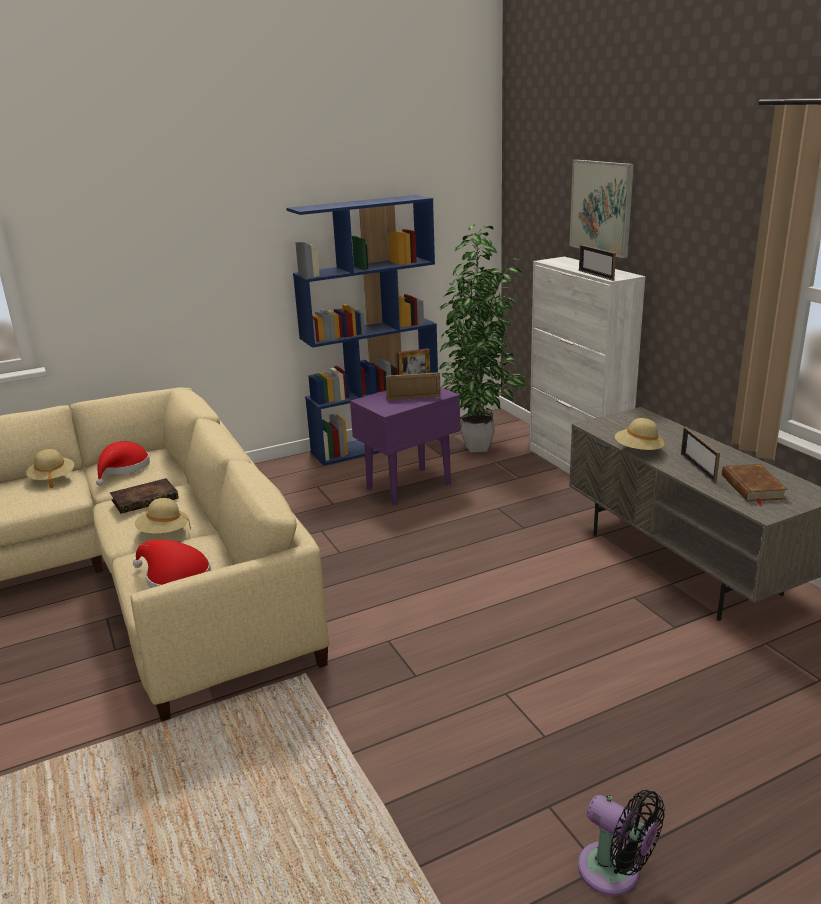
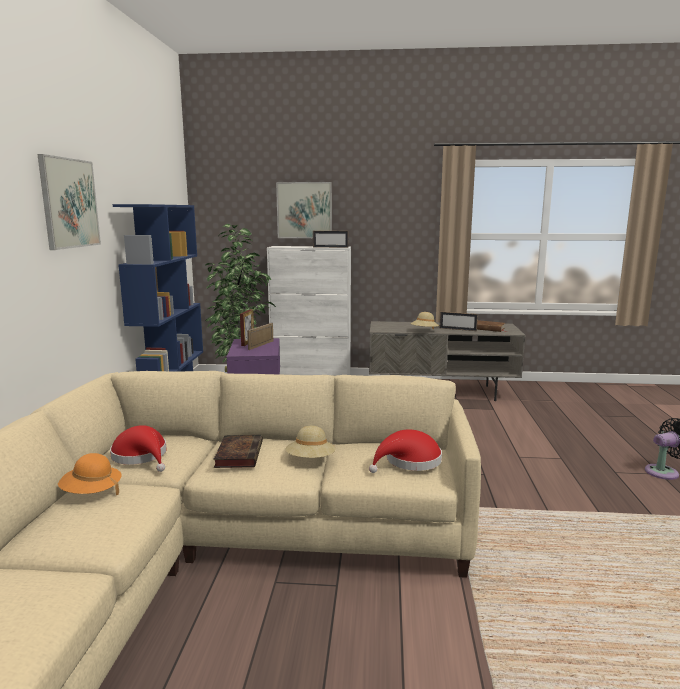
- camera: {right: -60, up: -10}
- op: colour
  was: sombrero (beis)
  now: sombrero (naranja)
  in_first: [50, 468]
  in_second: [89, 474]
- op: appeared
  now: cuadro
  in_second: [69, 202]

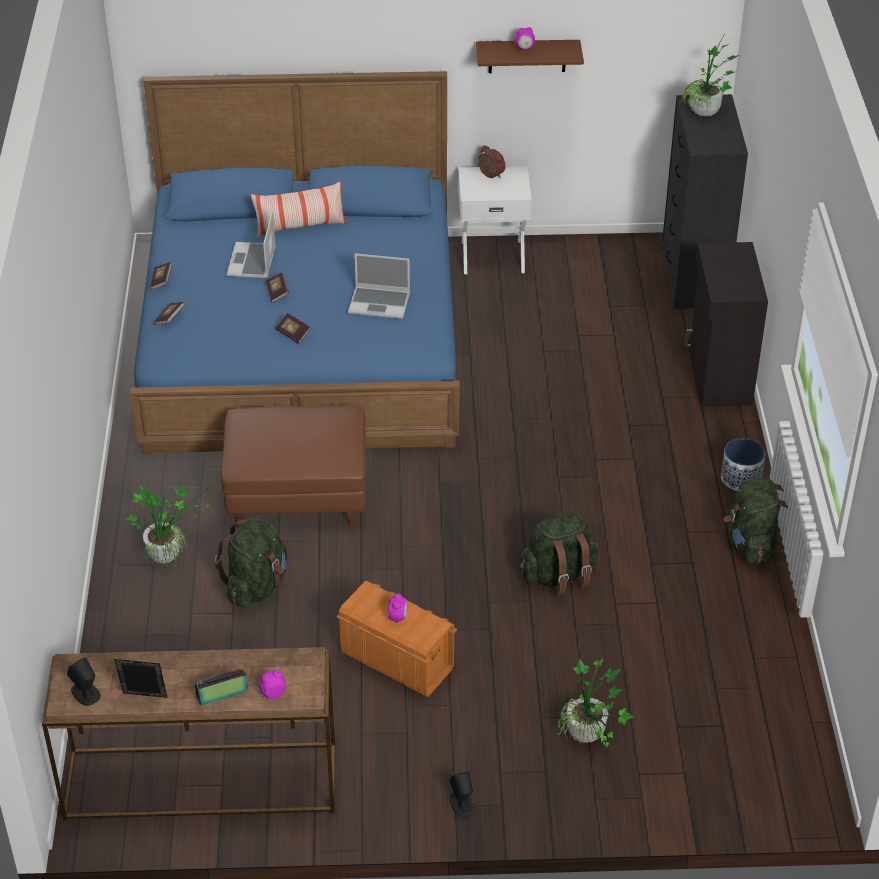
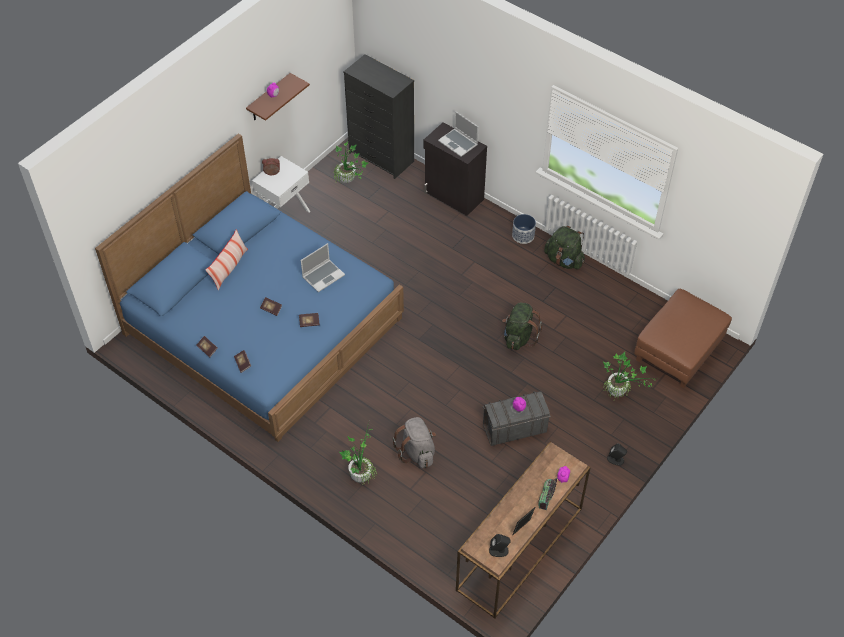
- camera: {right: -50, up: 10}
- op: relocated
  was: planta en maceta
  in_first: [709, 77]
  in_second: [351, 162]
- op: relocated
  was: portátil
  in_first: [251, 245]
  in_second: [458, 134]
- op: relocated
  was: puf (marrón)
  in_first: [293, 466]
  in_second: [683, 338]
- op: colour
  was: mochila (verde)
  now: mochila (gris)
  in_first: [250, 563]
  in_second: [414, 442]
- op: colour
  was: caja de almacenaje (naranja)
  now: caja de almacenaje (gris)
  in_first: [396, 639]
  in_second: [517, 418]

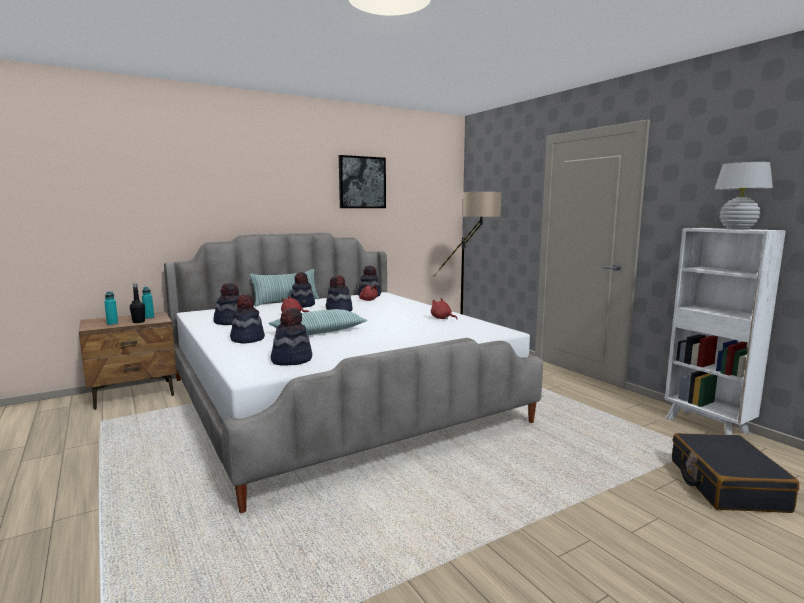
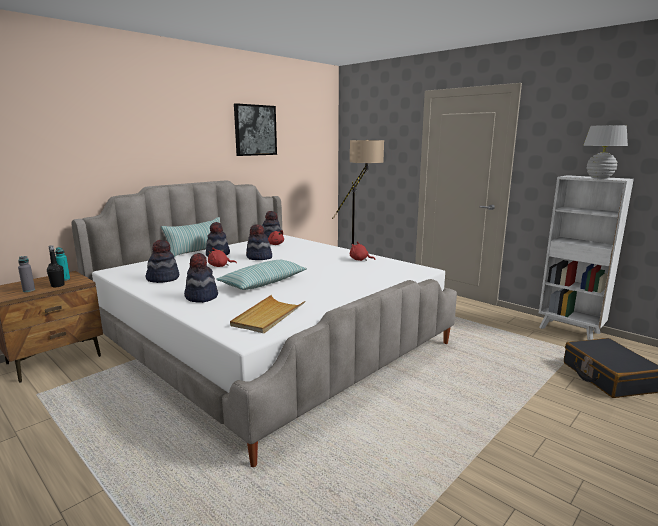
- camera: {right: -15, up: 5}
- op: colour
  was: botella (turquesa)
  now: botella (gris)
  in_first: [111, 308]
  in_second: [26, 274]
- op: exchanged
  was: sombrero
  now: bandeja (beis)
  in_first: [291, 336]
  in_second: [267, 314]

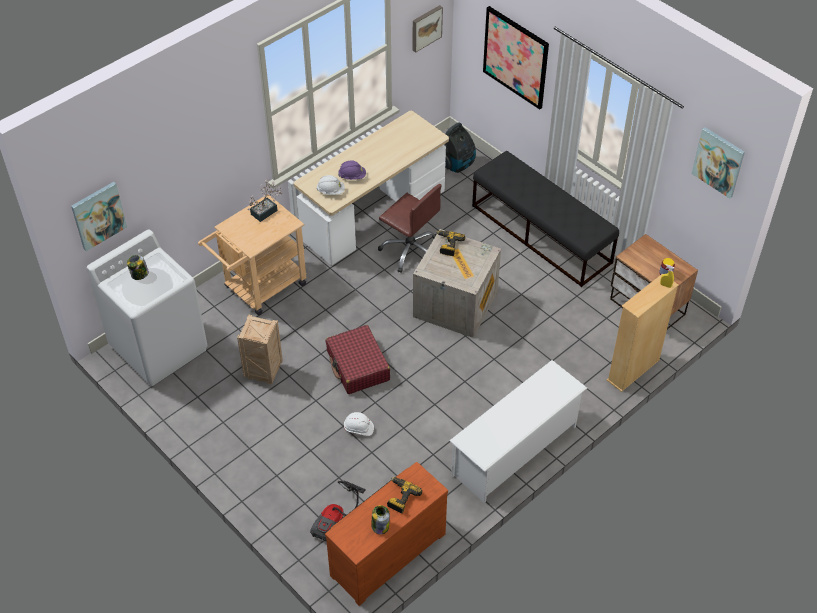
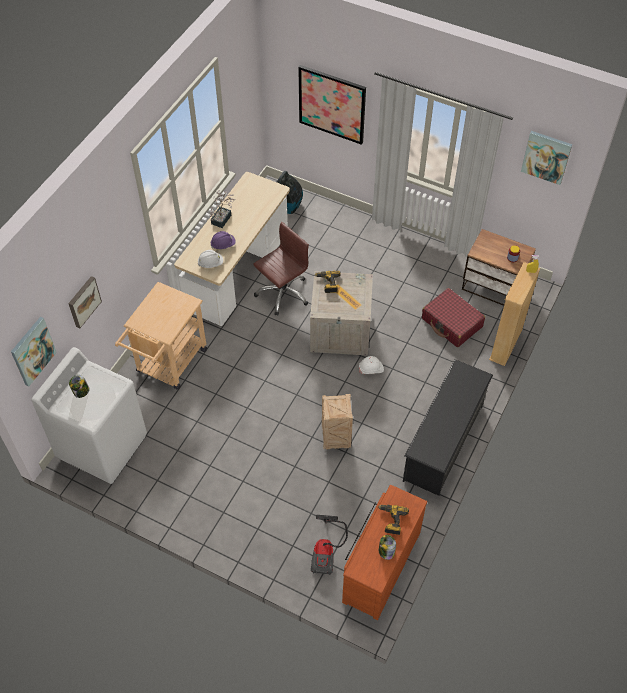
- camera: {right: -20, up: 5}
- op: relocated
  was: cuadro
  in_first: [428, 29]
  in_second: [85, 302]
- op: missing
  was: banco (negro)
  in_first: [545, 219]
- op: relocated
  was: planta en maceta
  in_first: [265, 200]
  in_second: [222, 209]
- op: spun
  was: silla de oficina (marrón)
  in_first: [410, 228]
  in_second: [281, 269]
  clockwise: -60
- op: relocated
  was: caja de embalaje
  in_first: [260, 349]
  in_second: [337, 421]
- op: relocated
  was: maleta (rojo)
  in_first: [358, 359]
  in_second: [453, 317]
- op: colour
  was: zapatero (blanco)
  now: zapatero (negro)
  in_first: [518, 431]
  in_second: [448, 427]
- op: relocated
  was: casco (blanco)
  in_first: [359, 424]
  in_second: [371, 365]

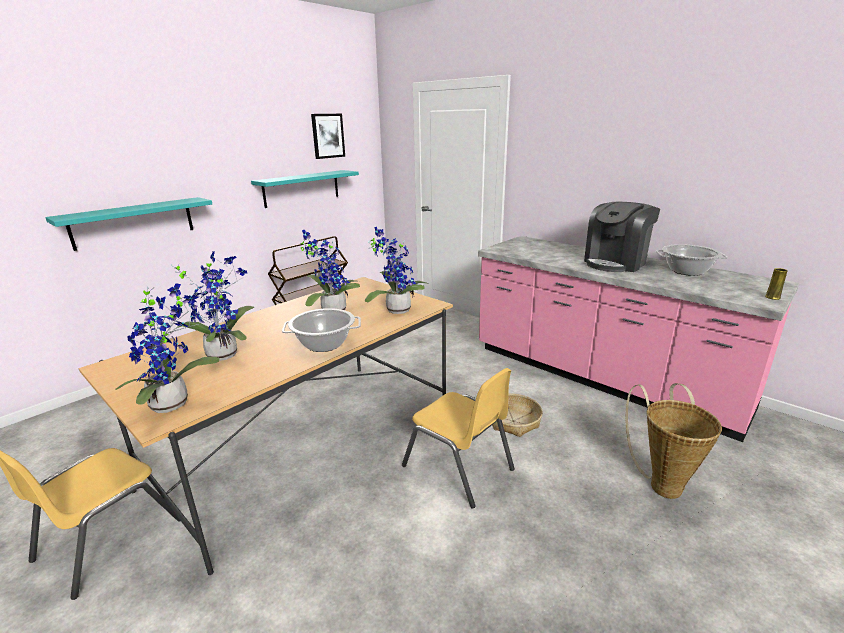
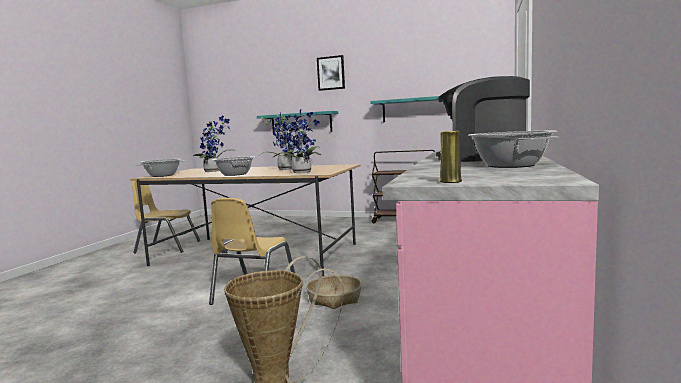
- camera: {right: 65, up: -15}
- op: relocated
  was: cuadro
  in_first: [328, 136]
  in_second: [331, 73]
- op: exchanged
  was: planta en maceta
  now: olla
  in_first: [167, 348]
  in_second: [160, 168]

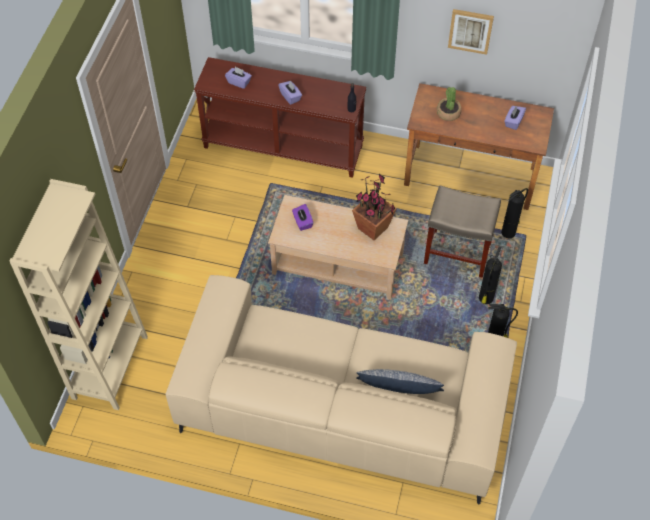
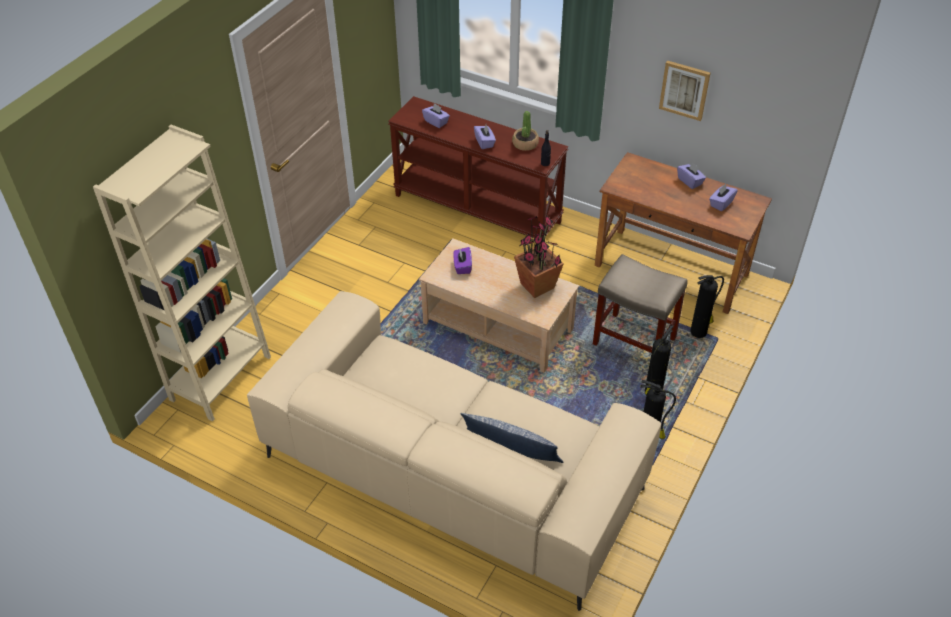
- camera: {right: 15, up: -10}
- op: relocated
  was: planta en maceta
  in_first: [449, 104]
  in_second: [525, 131]
- op: appeared
  now: caja de pañuelos (morado)
  in_second: [691, 175]

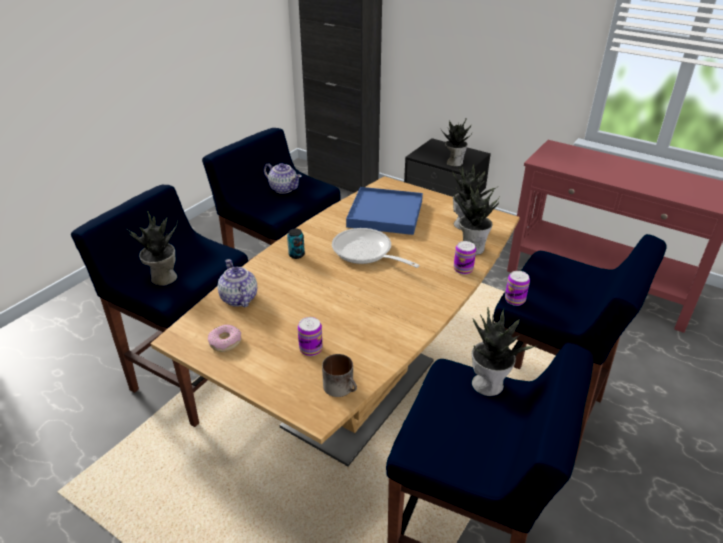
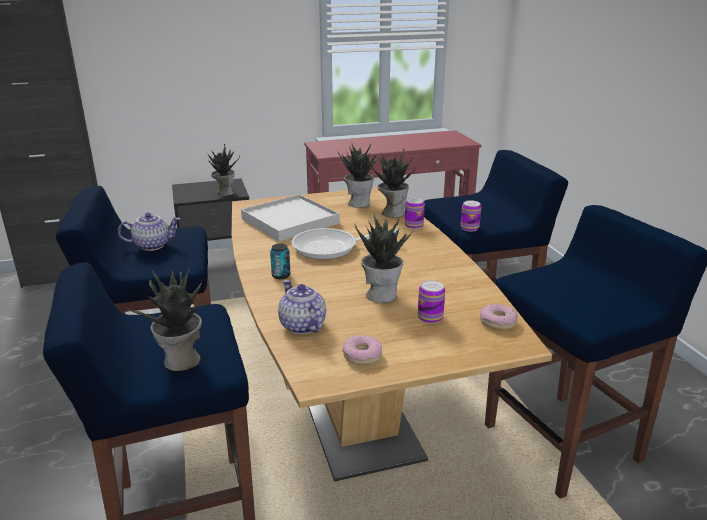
- camera: {right: -50, up: -10}
- op: colour
  was: bandeja (azul)
  now: bandeja (blanco)
  in_first: [384, 211]
  in_second: [290, 218]
- op: spun
  was: tetera
  in_first: [237, 283]
  in_second: [302, 307]
  clockwise: 45
- op: relocated
  was: planta en maceta
  in_first: [504, 351]
  in_second: [384, 258]
- op: exchanged
  was: taza grande
  now: rosquilla
  in_first: [339, 375]
  in_second: [499, 317]

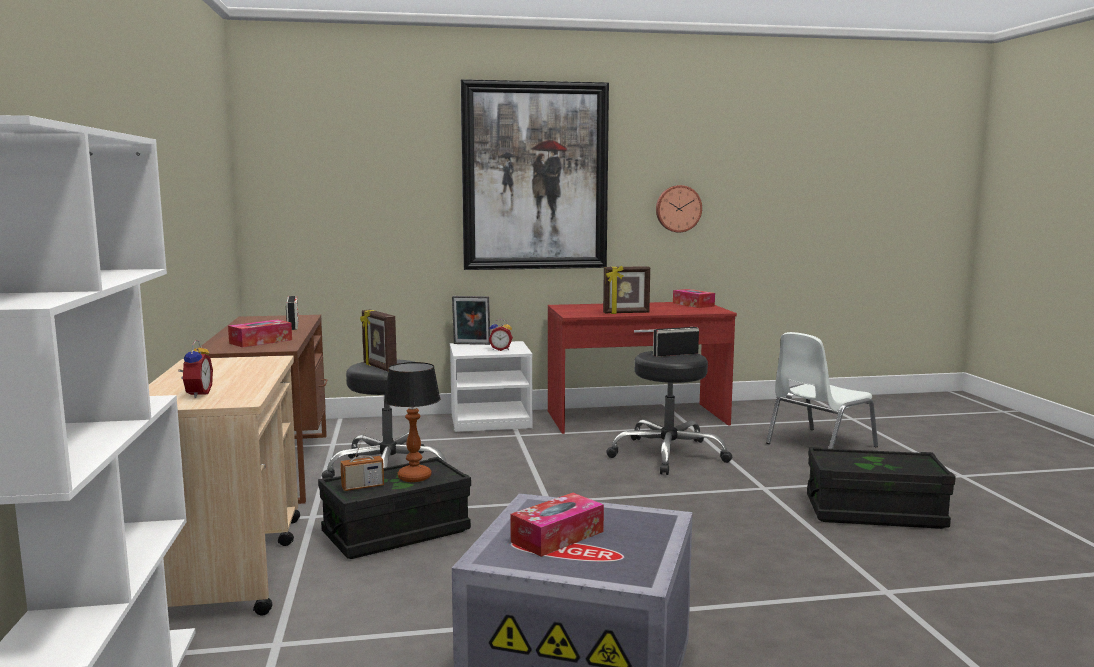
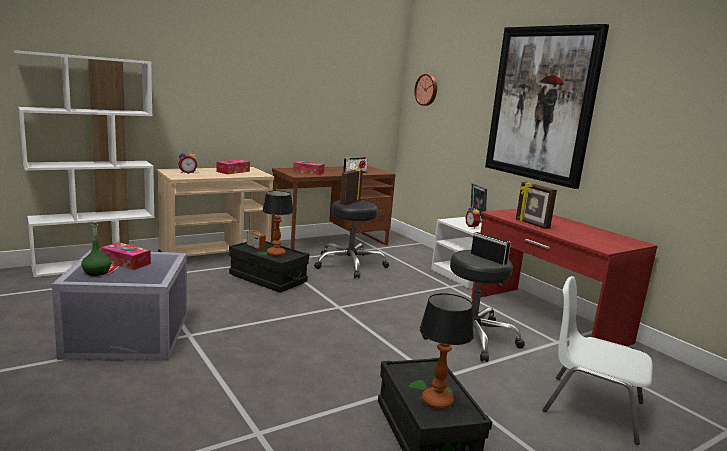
- camera: {right: 65, up: 5}
- op: relocated
  was: reloj de pared
  in_first: [679, 208]
  in_second: [425, 90]
- op: relocated
  was: caja de pañuelos
  in_first: [694, 298]
  in_second: [233, 167]
- op: appeared
  now: botella (verde)
  in_second: [96, 249]
- op: appeared
  now: lámpara de mesa
  in_second: [446, 351]

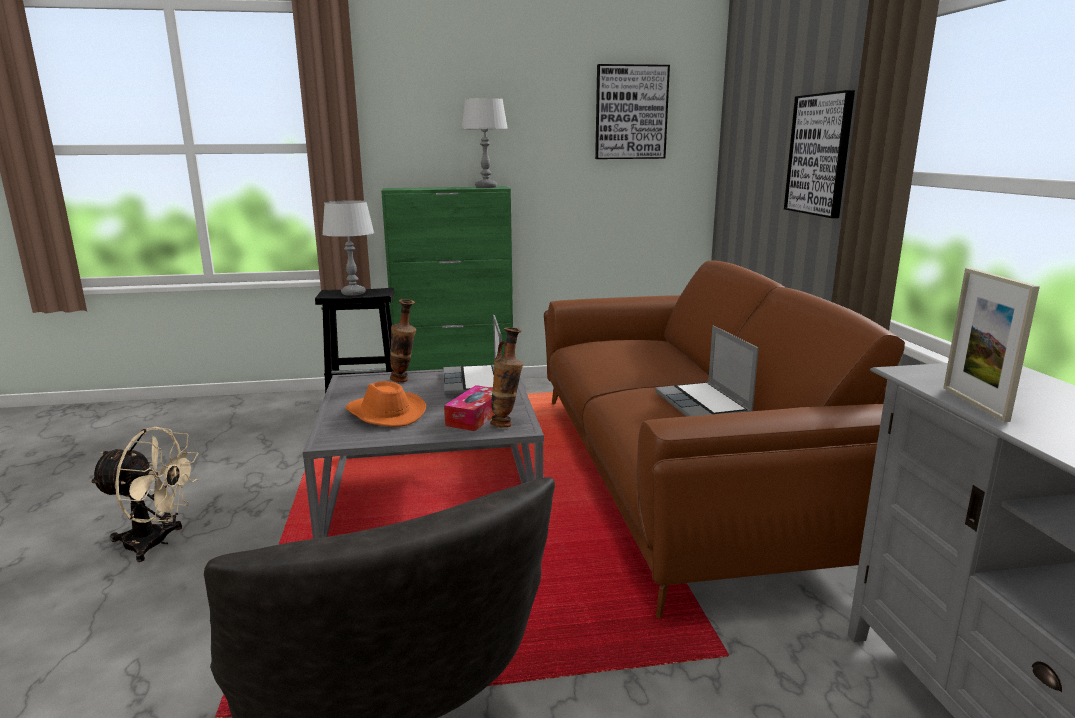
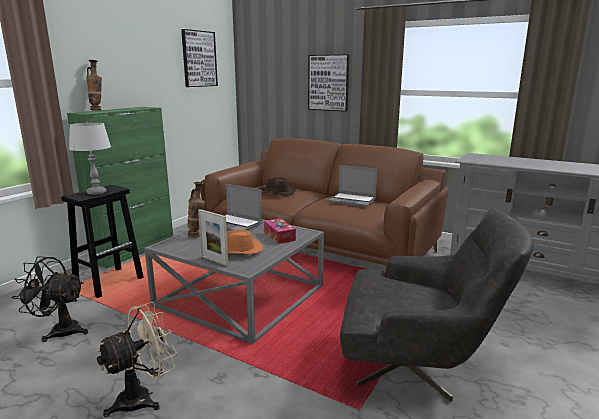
- camera: {right: -50, up: 0}
- op: missing
  was: lámpara de mesa (gris)
  in_first: [485, 143]
- op: relocated
  was: portarretratos
  in_first: [991, 345]
  in_second: [213, 237]
- op: relocated
  was: florero
  in_first: [506, 377]
  in_second: [94, 85]
- op: appeared
  now: sombrero (marrón)
  in_second: [277, 186]
- op: appeared
  now: ventilador (negro)
  in_second: [50, 299]

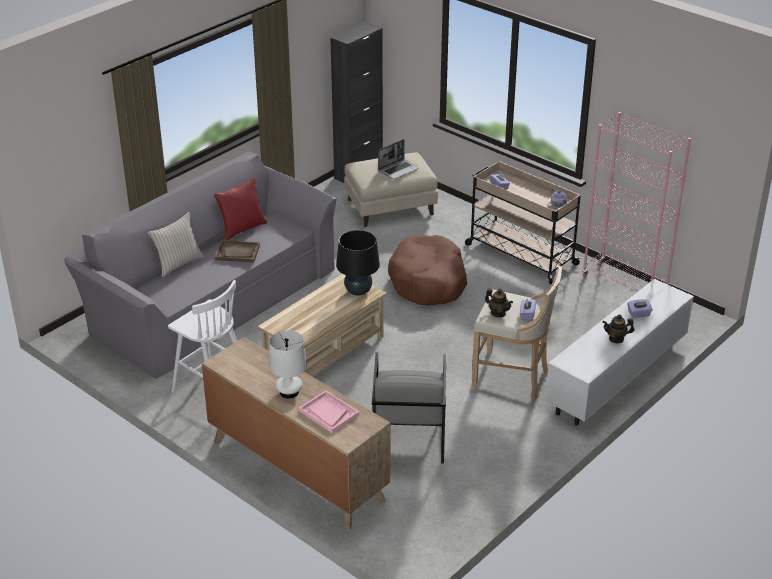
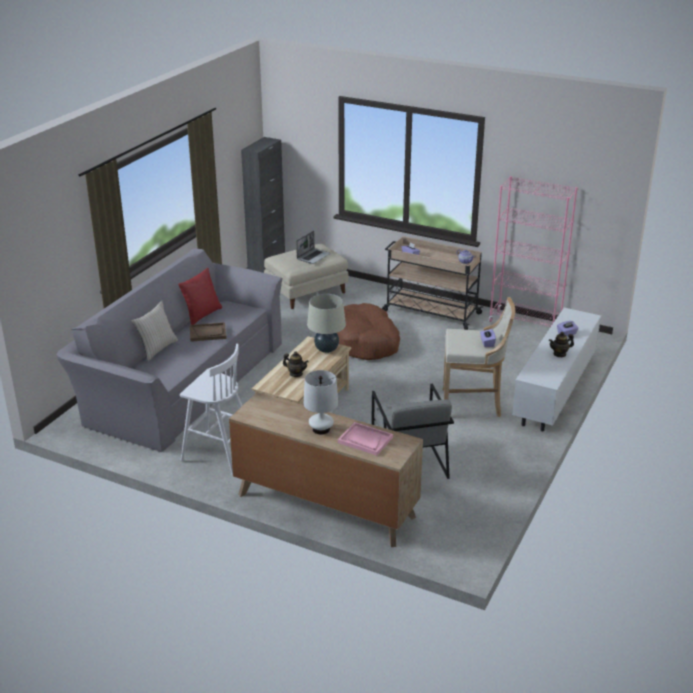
- camera: {right: -15, up: -5}
- op: colour
  was: lámpara de mesa (negro)
  now: lámpara de mesa (beis)
  in_first: [358, 263]
  in_second: [326, 323]
- op: relocated
  was: tetera
  in_first: [499, 303]
  in_second: [296, 364]

